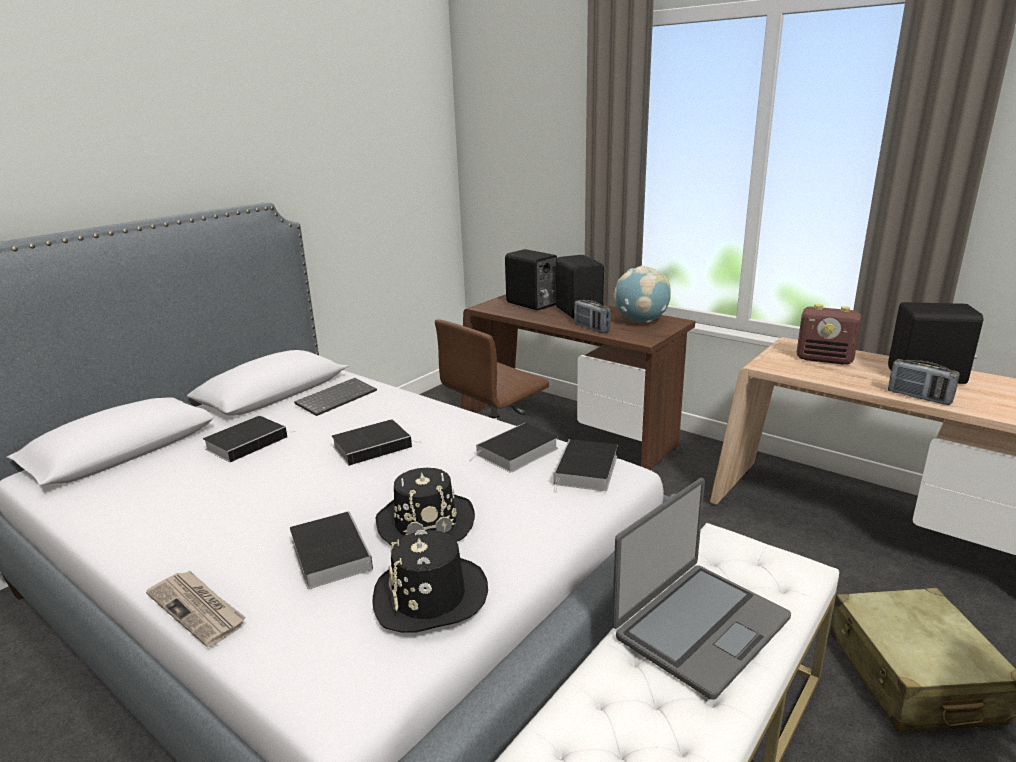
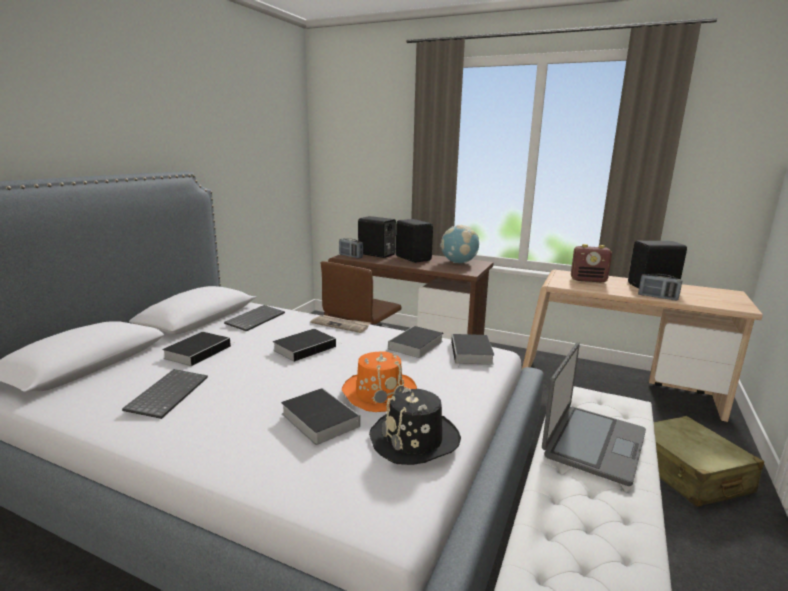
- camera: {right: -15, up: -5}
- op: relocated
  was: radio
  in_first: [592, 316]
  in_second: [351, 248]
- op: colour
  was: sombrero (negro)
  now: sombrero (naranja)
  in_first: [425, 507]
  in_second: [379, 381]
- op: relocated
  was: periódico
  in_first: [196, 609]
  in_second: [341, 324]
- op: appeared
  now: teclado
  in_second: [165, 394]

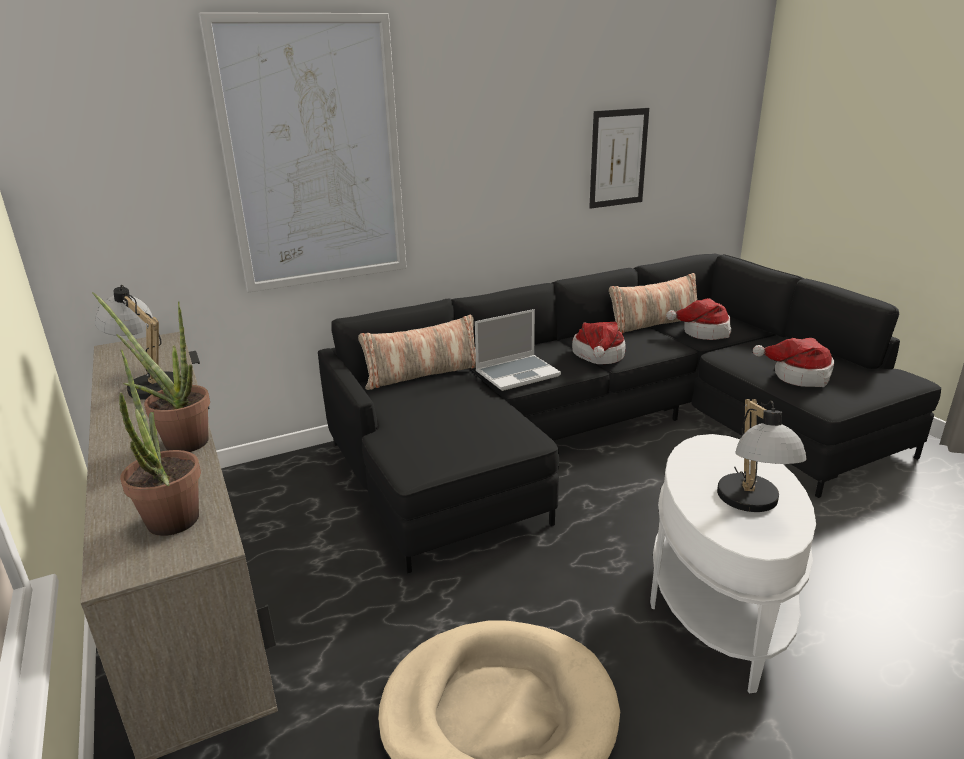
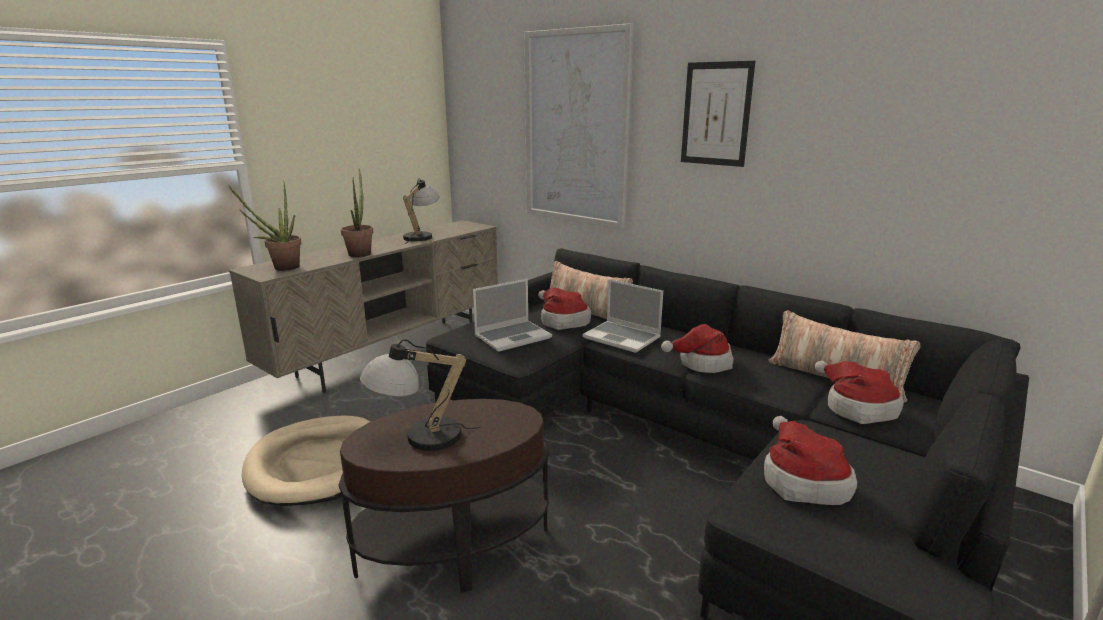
- camera: {right: 65, up: -5}
- op: relocated
  was: cuadro
  in_first: [619, 158]
  in_second: [718, 114]
- op: colour
  was: mesa auxiliar (blanco)
  now: mesa auxiliar (marrón)
  in_first: [733, 563]
  in_second: [444, 496]
- op: appeared
  now: portátil
  in_second: [512, 315]
- op: appeared
  now: sombrero
  in_second: [564, 309]

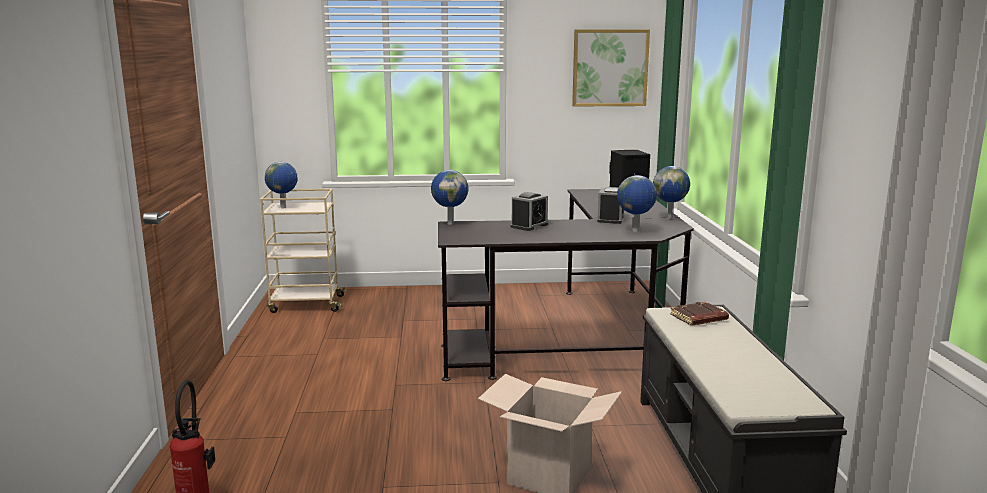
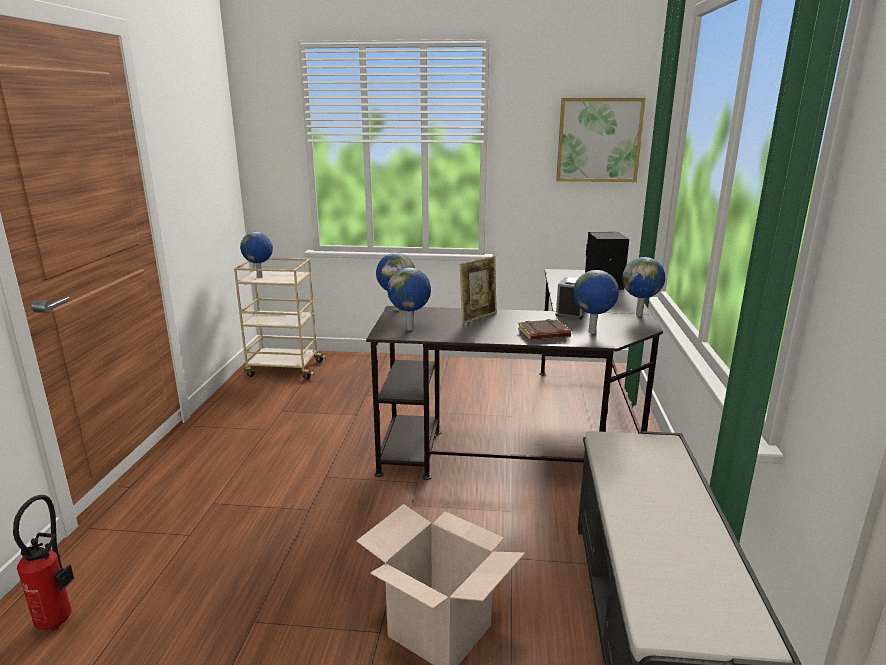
- camera: {right: 10, up: 5}
- op: exchanged
  was: despertador
  now: portarretratos
  in_first: [529, 211]
  in_second: [478, 290]
- op: relocated
  was: libro (marrón)
  in_first: [699, 314]
  in_second: [544, 329]
- op: appeared
  now: globo terráqueo
  in_second: [409, 298]

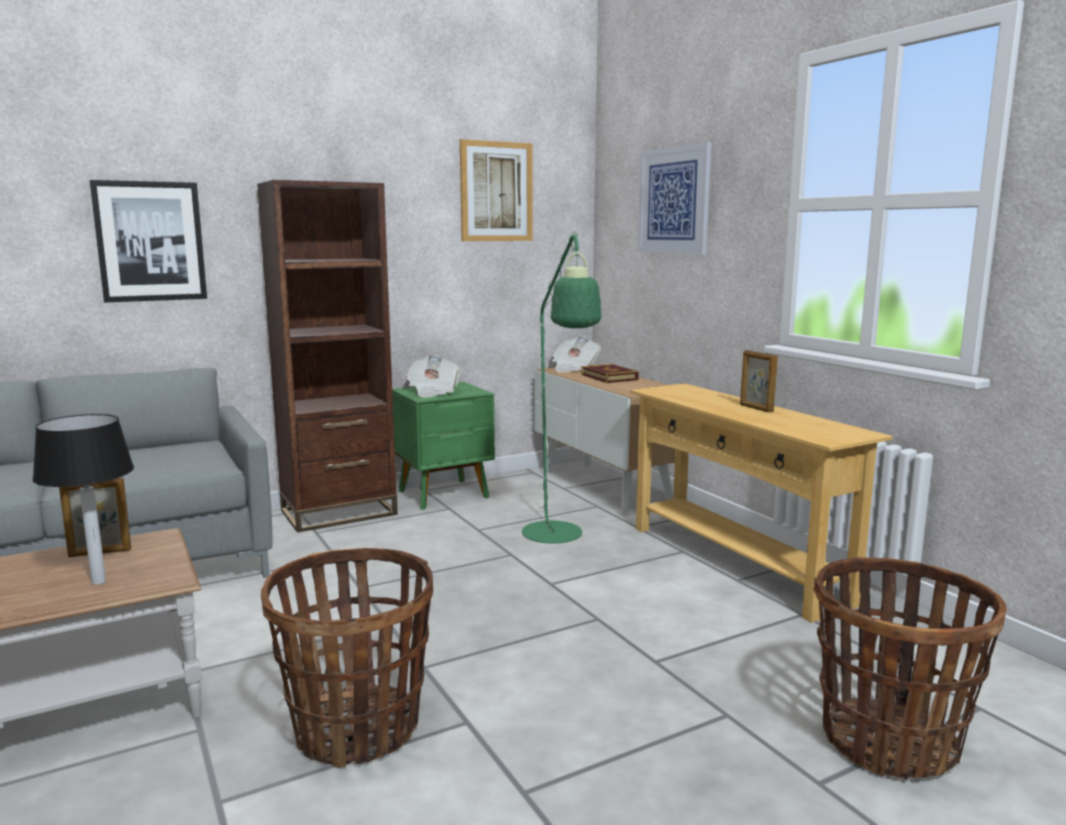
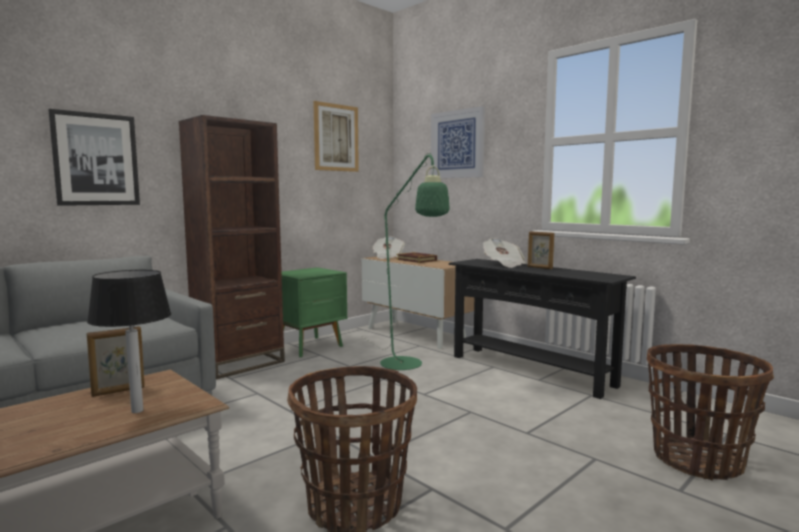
- camera: {right: -15, up: -5}
- op: relocated
  was: periódico
  in_first: [433, 376]
  in_second: [504, 253]
- op: colour
  was: mesa consola (beis)
  now: mesa consola (negro)
  in_first: [761, 503]
  in_second: [542, 329]

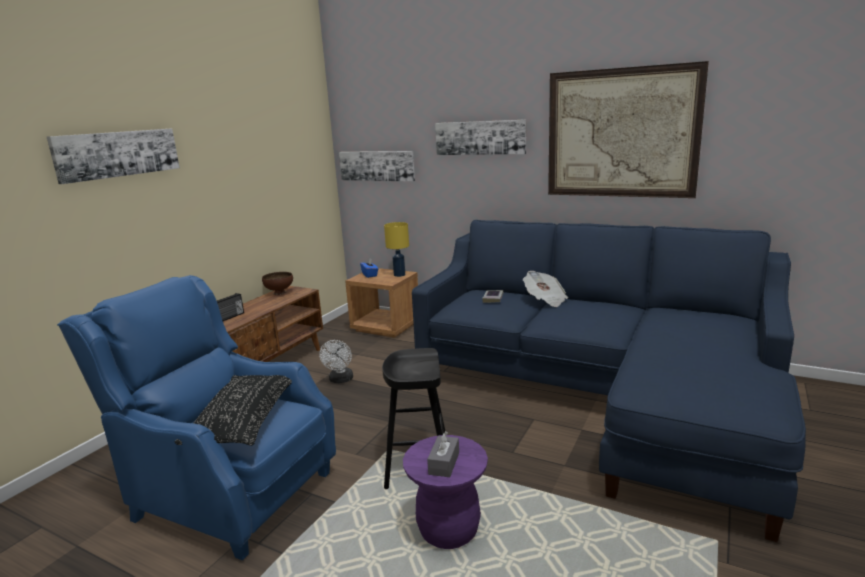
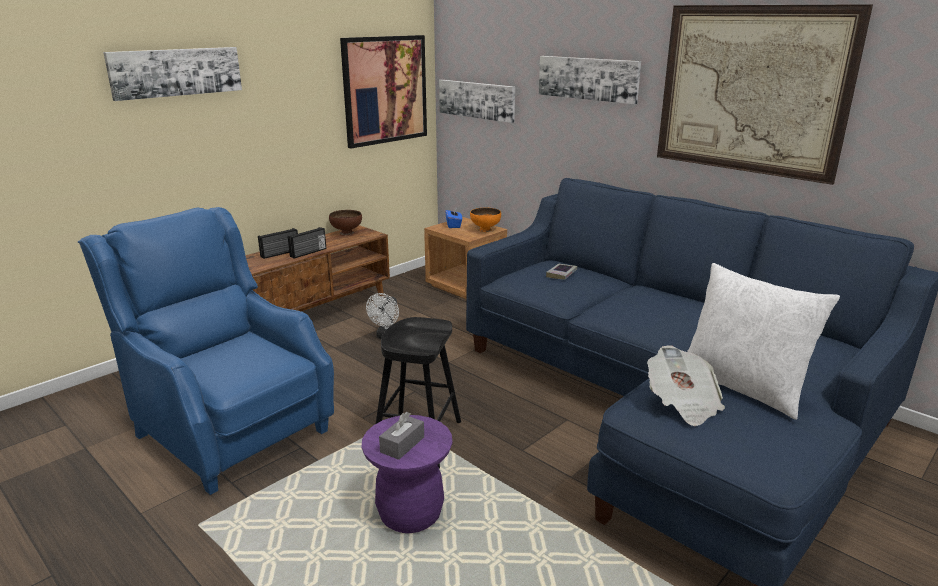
- camera: {right: 15, up: 5}
- op: exchanged
  was: lámpara de mesa (amarillo)
  now: cuenco (naranja)
  in_first: [396, 249]
  in_second: [485, 220]
- op: relocated
  was: periódico
  in_first: [545, 289]
  in_second: [686, 385]
- op: missing
  was: cojín (negro)
  in_first: [233, 410]
- op: appeared
  now: cuadro
  in_second: [383, 91]
- op: appeared
  now: radio
  in_second: [307, 243]
- op: appeared
  now: cojín (blanco)
  in_second: [763, 341]

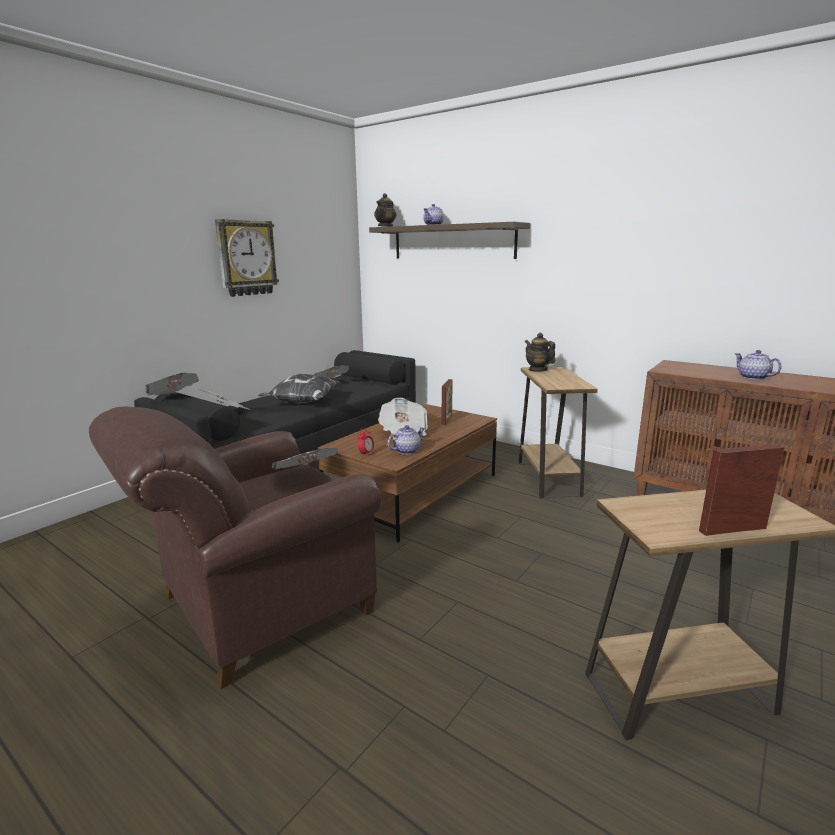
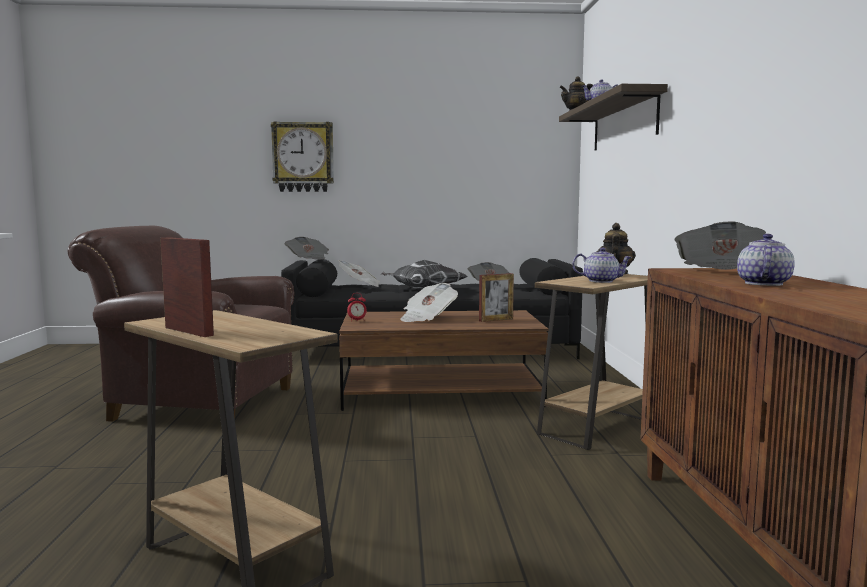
- camera: {right: 50, up: -10}
- op: relocated
  was: reloj de pared
  in_first: [247, 258]
  in_second: [302, 156]
- op: relocated
  was: tetera
  in_first: [406, 440]
  in_second: [602, 265]
- op: relocated
  was: periódico
  in_first: [305, 458]
  in_second: [720, 245]

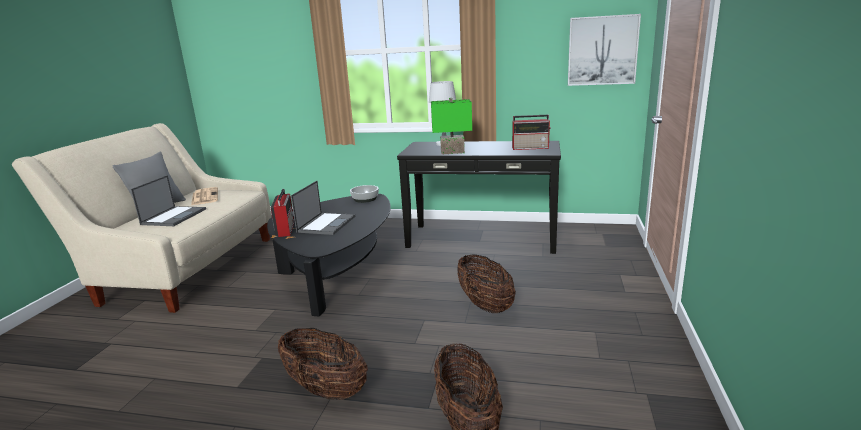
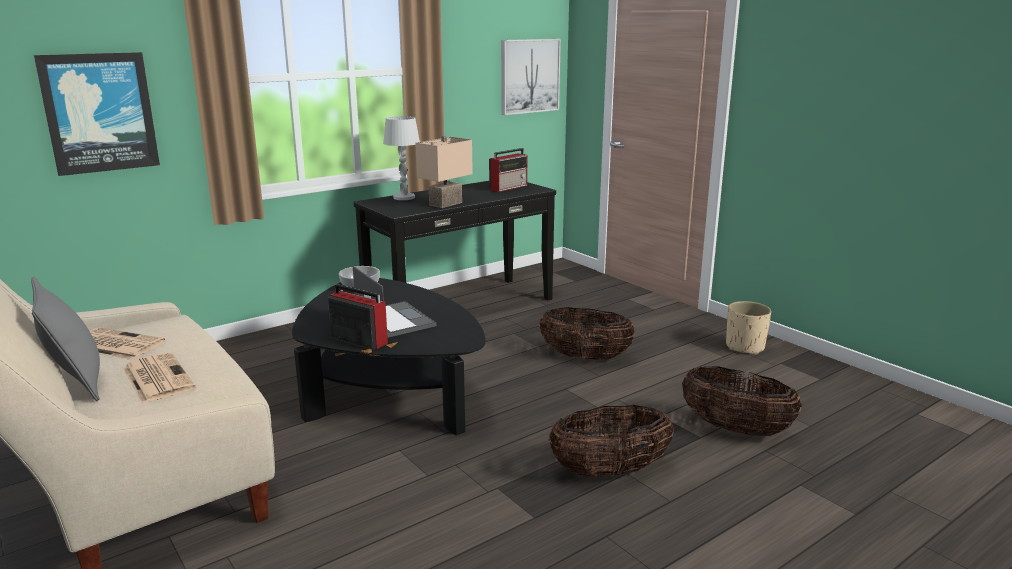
- camera: {right: -50, up: 0}
- op: colour
  was: lámpara de mesa (verde)
  now: lámpara de mesa (beis)
  in_first: [451, 125]
  in_second: [444, 172]
- op: exchanged
  was: portátil
  now: periódico
  in_first: [168, 200]
  in_second: [159, 378]
- op: appeared
  now: cuadro
  in_second: [97, 114]
- op: appeared
  now: maceta (beis)
  in_second: [748, 328]

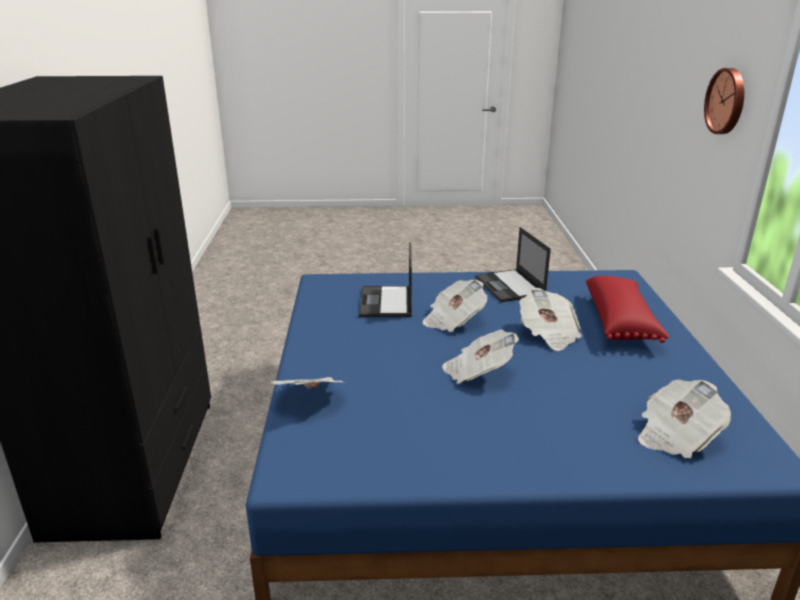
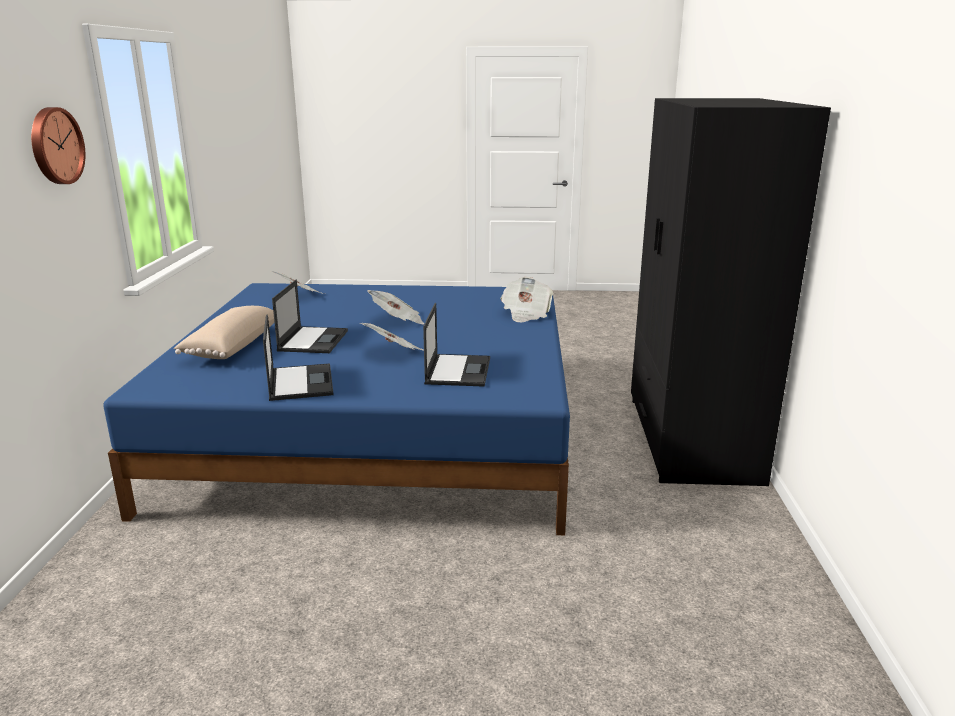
- camera: {right: -175, up: -5}
- op: colour
  was: cojín (rojo)
  now: cojín (beis)
  in_first: [628, 309]
  in_second: [224, 332]
- op: exchanged
  was: periódico
  now: portátil
  in_first: [550, 319]
  in_second: [310, 316]

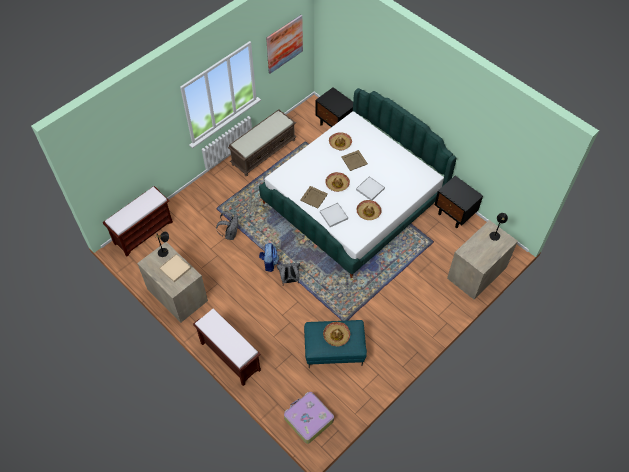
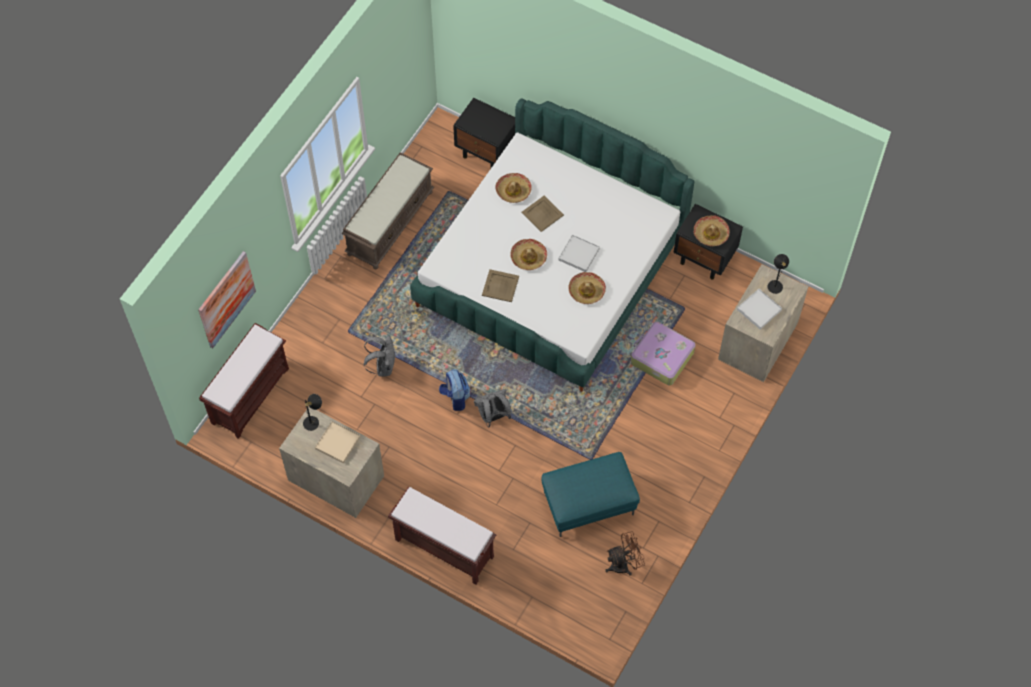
- camera: {right: -15, up: 5}
- op: relocated
  was: cuadro
  in_first: [284, 44]
  in_second: [227, 299]
- op: relocated
  was: bandeja (blanco)
  in_first: [334, 215]
  in_second: [759, 309]
- op: relocated
  was: sombrero
  in_first: [336, 334]
  in_second: [712, 230]
- op: relocated
  was: maleta
  in_first: [309, 418]
  in_second: [663, 353]
- op: appeared
  now: ventilador (marrón)
  in_second: [625, 553]

